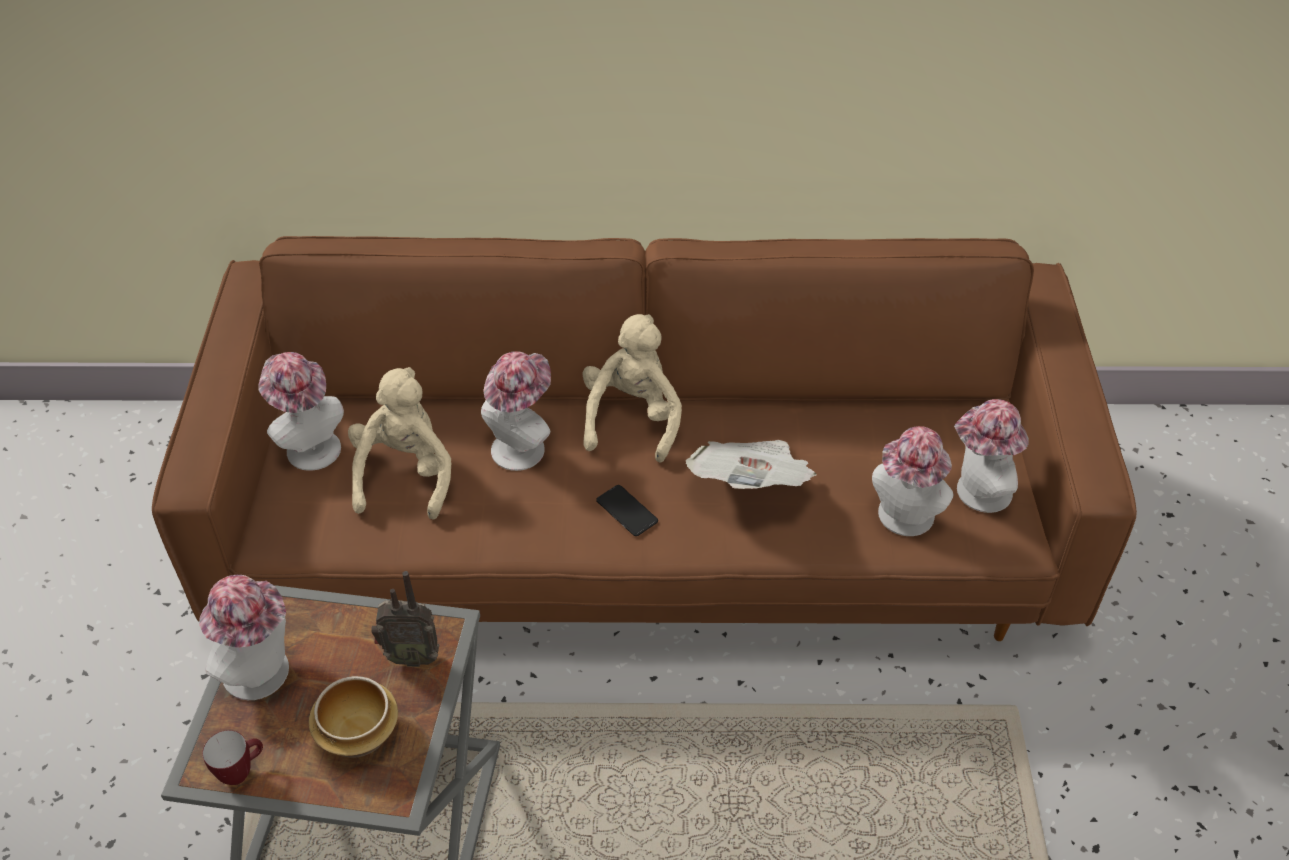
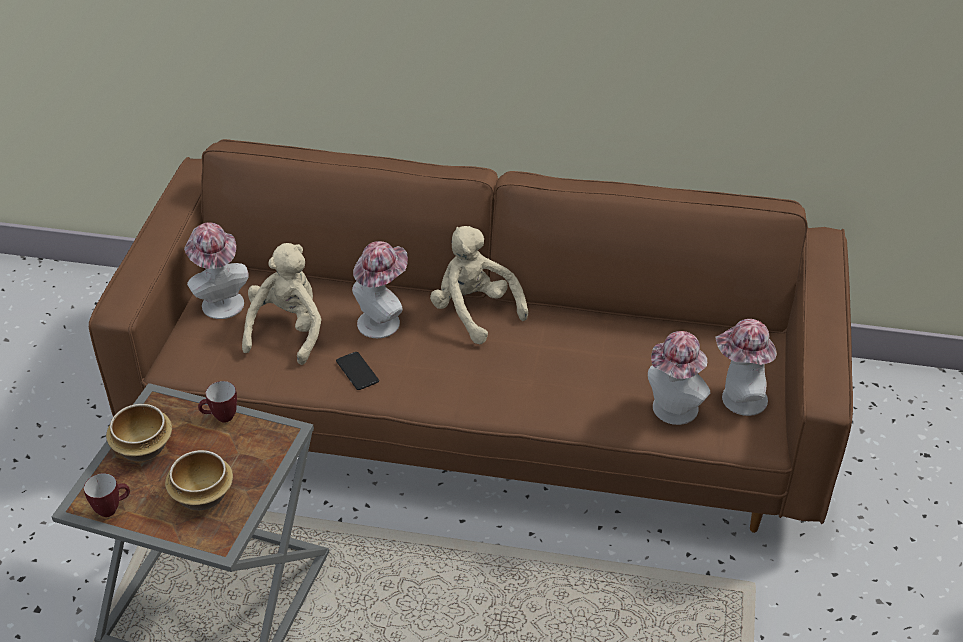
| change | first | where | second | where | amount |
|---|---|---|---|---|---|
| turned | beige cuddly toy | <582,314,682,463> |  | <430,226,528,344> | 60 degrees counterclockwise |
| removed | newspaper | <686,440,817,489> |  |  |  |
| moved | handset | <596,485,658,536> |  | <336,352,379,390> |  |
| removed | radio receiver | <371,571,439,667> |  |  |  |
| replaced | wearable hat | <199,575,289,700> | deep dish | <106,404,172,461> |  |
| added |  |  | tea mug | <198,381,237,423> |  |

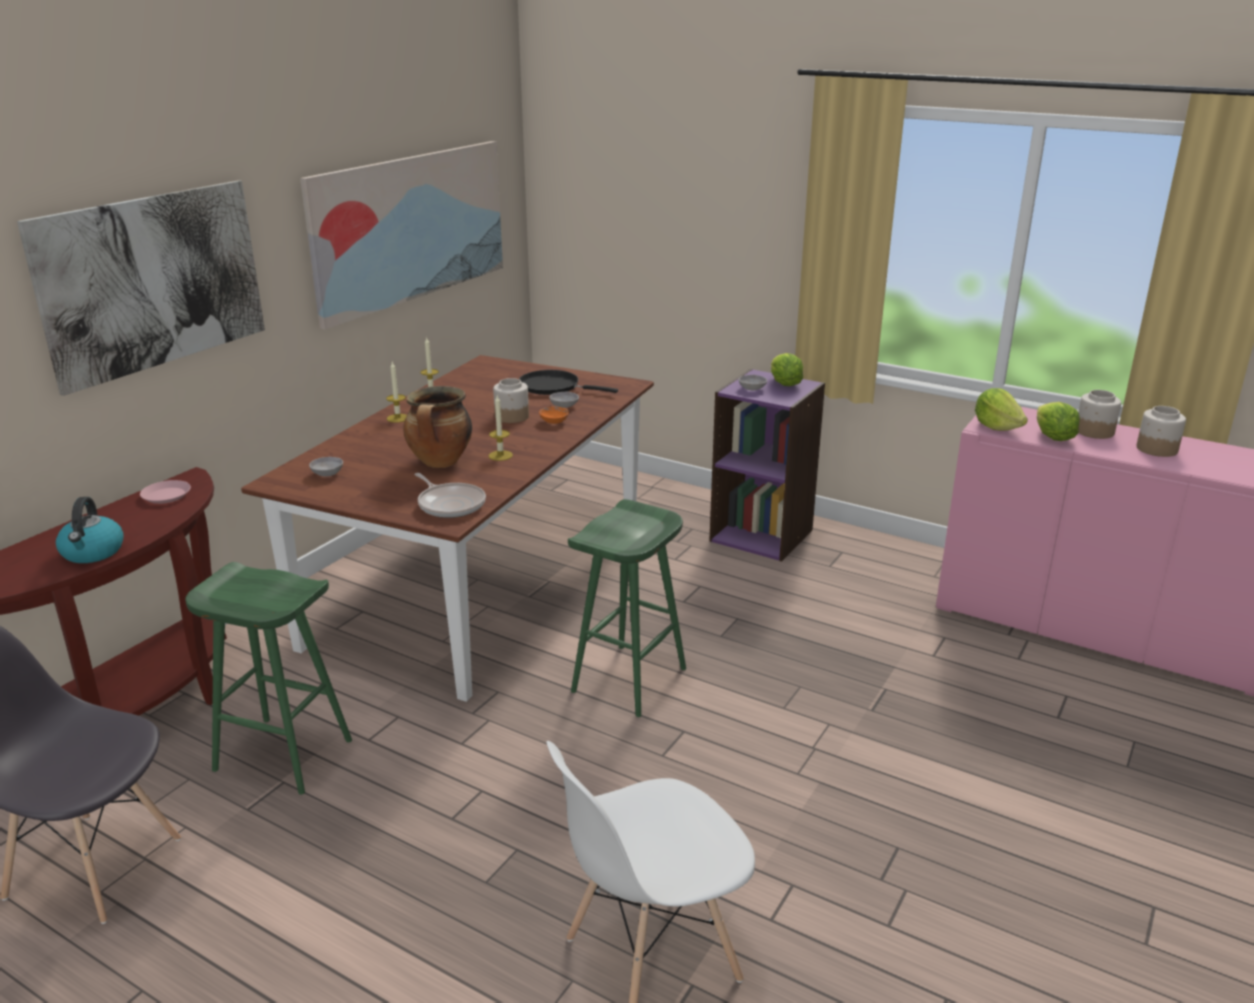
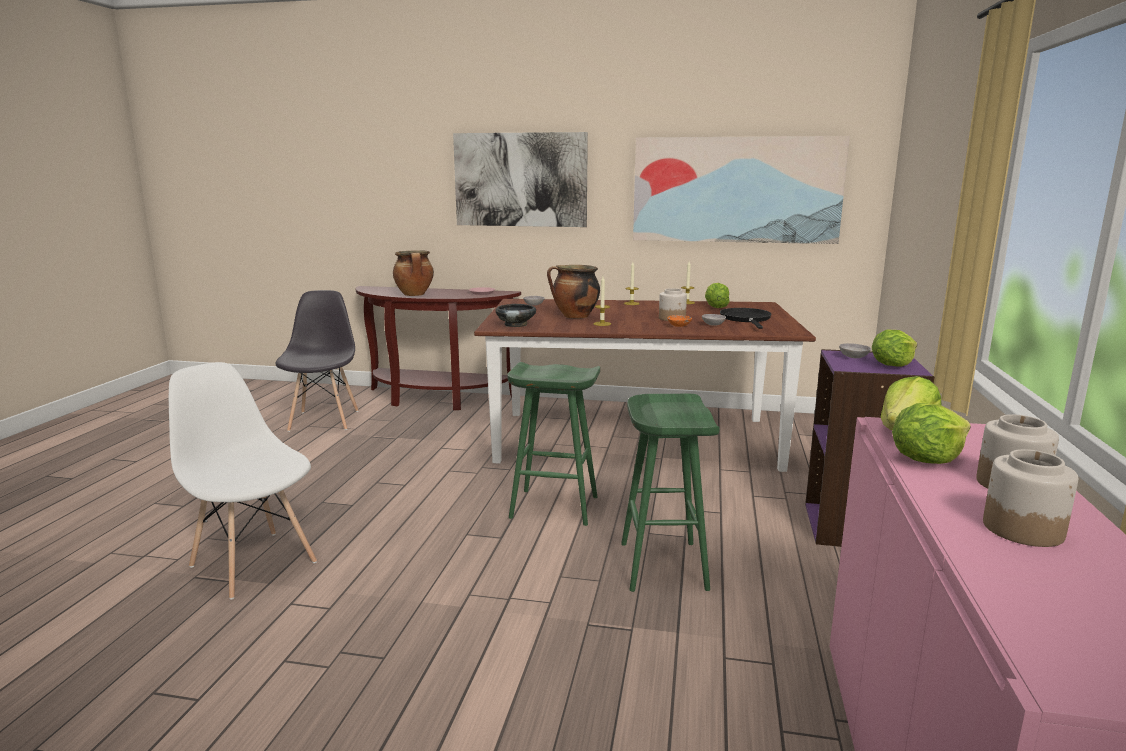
| change | first | where | second | where | amount |
|---|---|---|---|---|---|
| replaced | frying pan | <415,473,486,518> | black deep dish | <495,304,536,327> |  |
| replaced | tea kettle | <56,497,124,563> | saucepot | <393,250,434,296> |  |
| moved | greenish stool seat | <185,562,352,795> |  | <621,394,719,592> |  |
| added |  |  | head of lettuce | <705,283,730,308> |  |

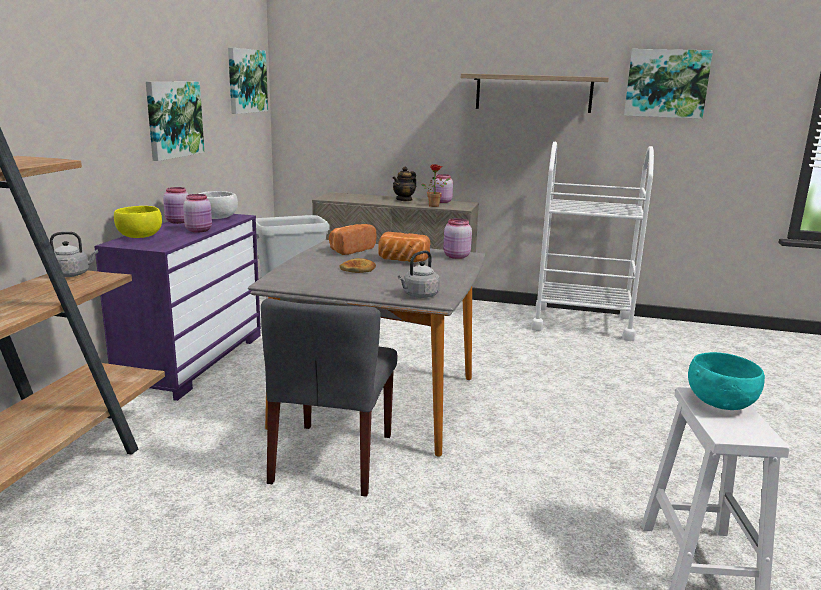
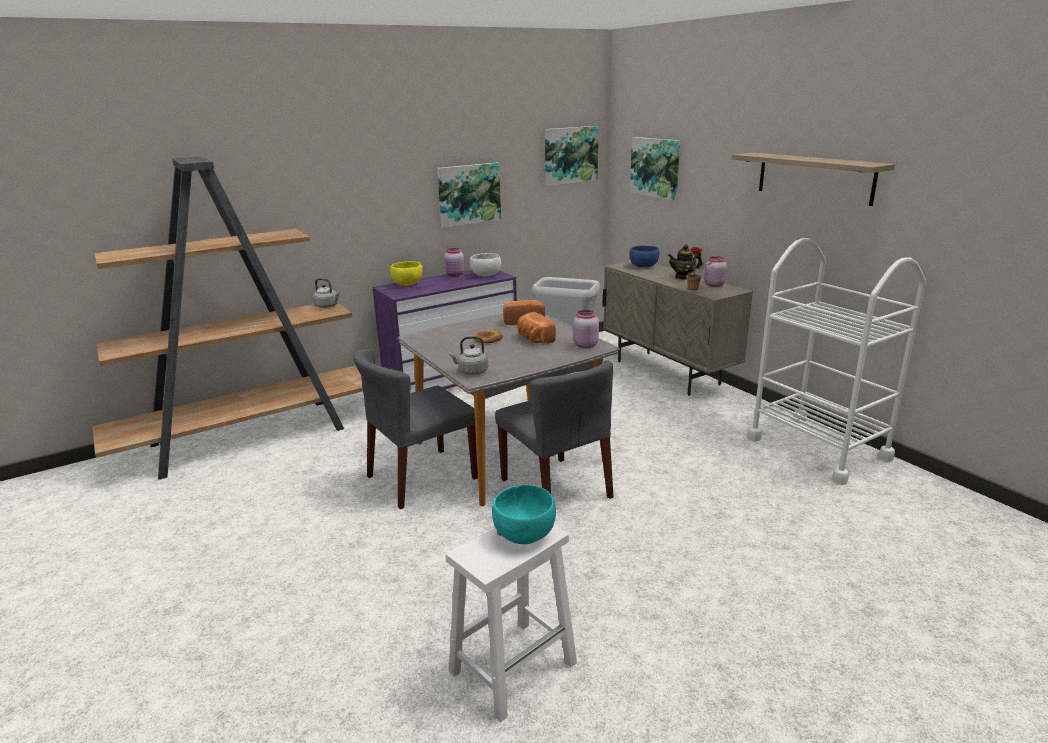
| change | first | where | second | where | amount |
|---|---|---|---|---|---|
| moved | picture | <624,49,713,119> |  | <630,137,680,200> |  |
| removed | pink storage jar | <183,194,212,233> |  |  |  |
| added |  |  | blue deep dish | <629,246,660,267> |  |
| added |  |  | grey plain chair | <495,360,614,499> |  |

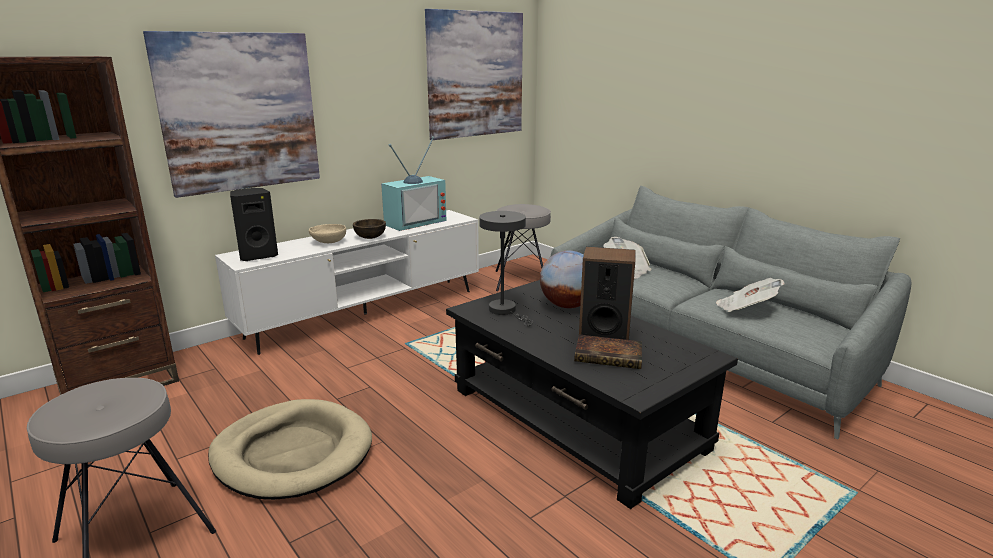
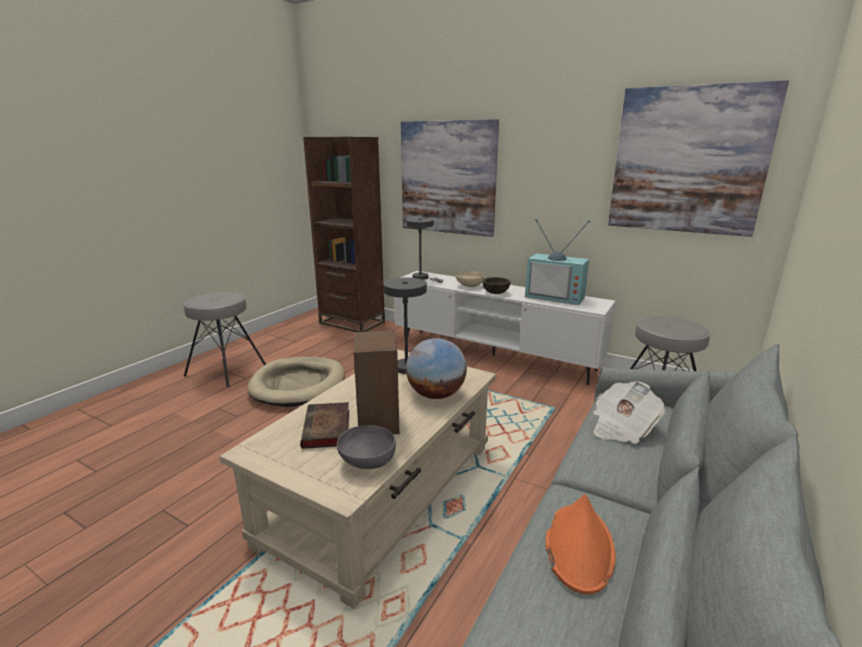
| change | first | where | second | where | amount |
|---|---|---|---|---|---|
| replaced | black speaker | <230,188,278,261> | grey table lamp | <406,218,443,283> |  |
| replaced | newspaper | <716,278,785,312> | orangey wearable hat | <545,494,616,594> |  |
| recoloured | black lounge table | <446,280,738,509> | beige lounge table | <219,349,496,609> |  |
| added |  |  | grey deep dish | <337,425,396,469> |  |

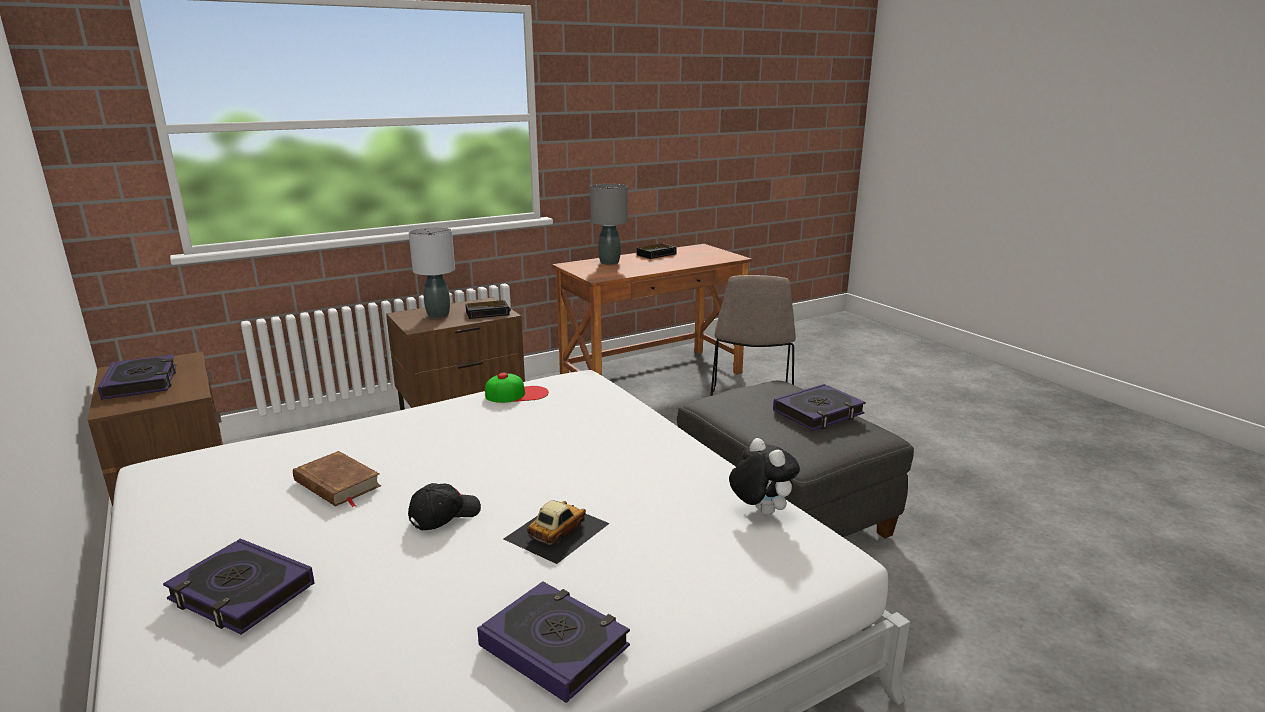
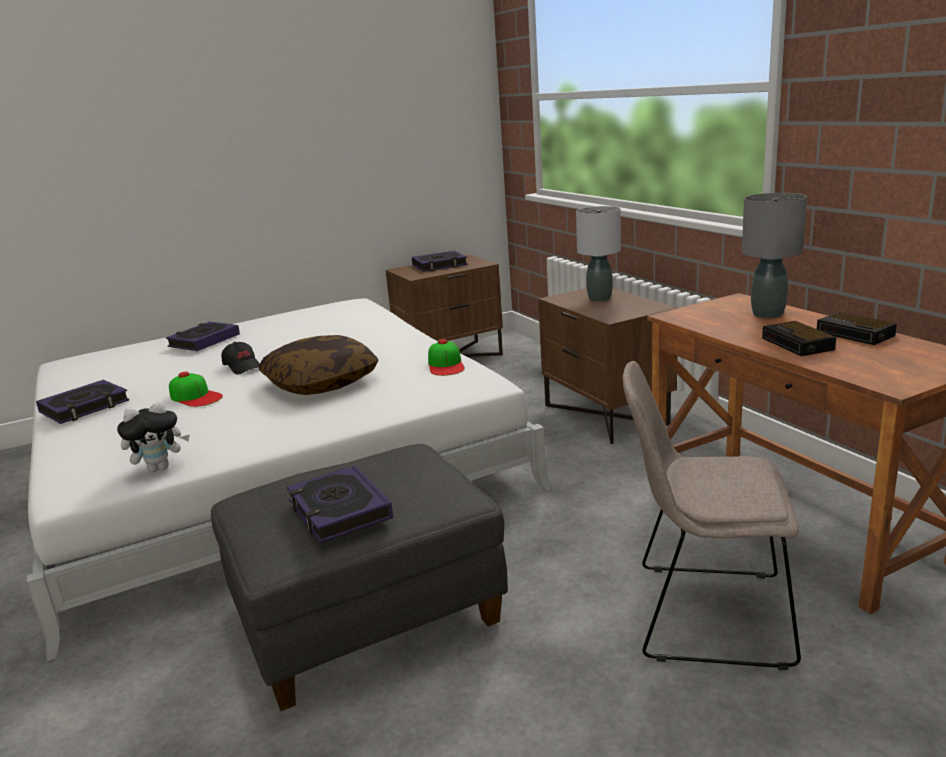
| change | first | where | second | where | amount |
|---|---|---|---|---|---|
| moved | table clock | <465,300,511,319> |  | <762,321,836,356> |  |
| removed | brownish volume | <293,451,381,507> |  |  |  |
| replaced | toy car | <504,500,610,564> | cap | <169,372,223,407> |  |
| added |  |  | pillow | <258,335,379,395> |  |

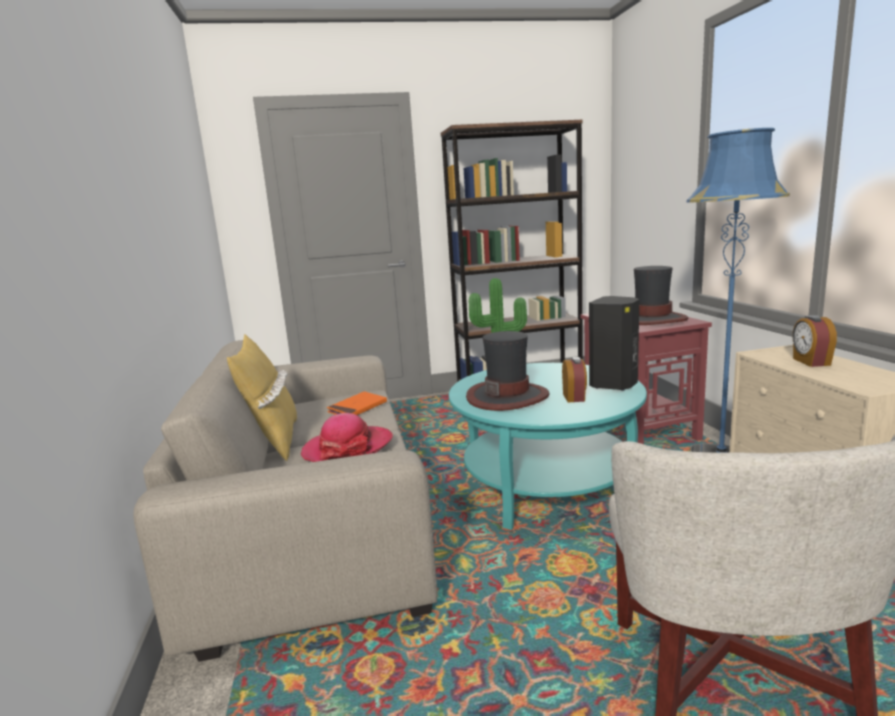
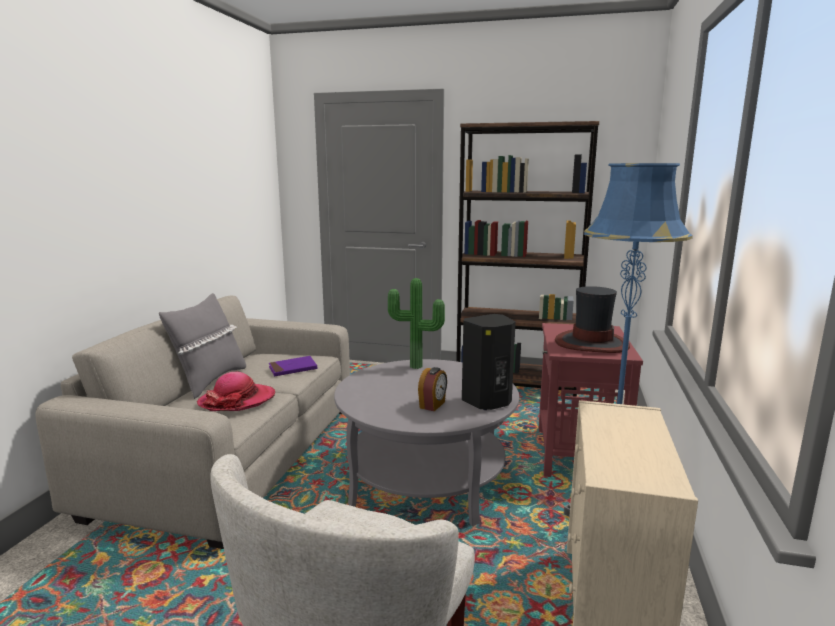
| change | first | where | second | where | amount |
|---|---|---|---|---|---|
| removed | table clock | <792,315,837,367> |  |  |  |
| removed | wearable hat | <466,331,549,411> |  |  |  |
| recoloured | yellowish pillow | <227,334,297,461> | grey pillow | <159,293,246,399> |  |
| recoloured | turquoise-coloured lounge table | <449,363,647,530> | grey lounge table | <334,359,519,526> |  |
| recoloured | orangey volume | <327,391,387,415> | purplish volume | <269,356,317,377> |  |

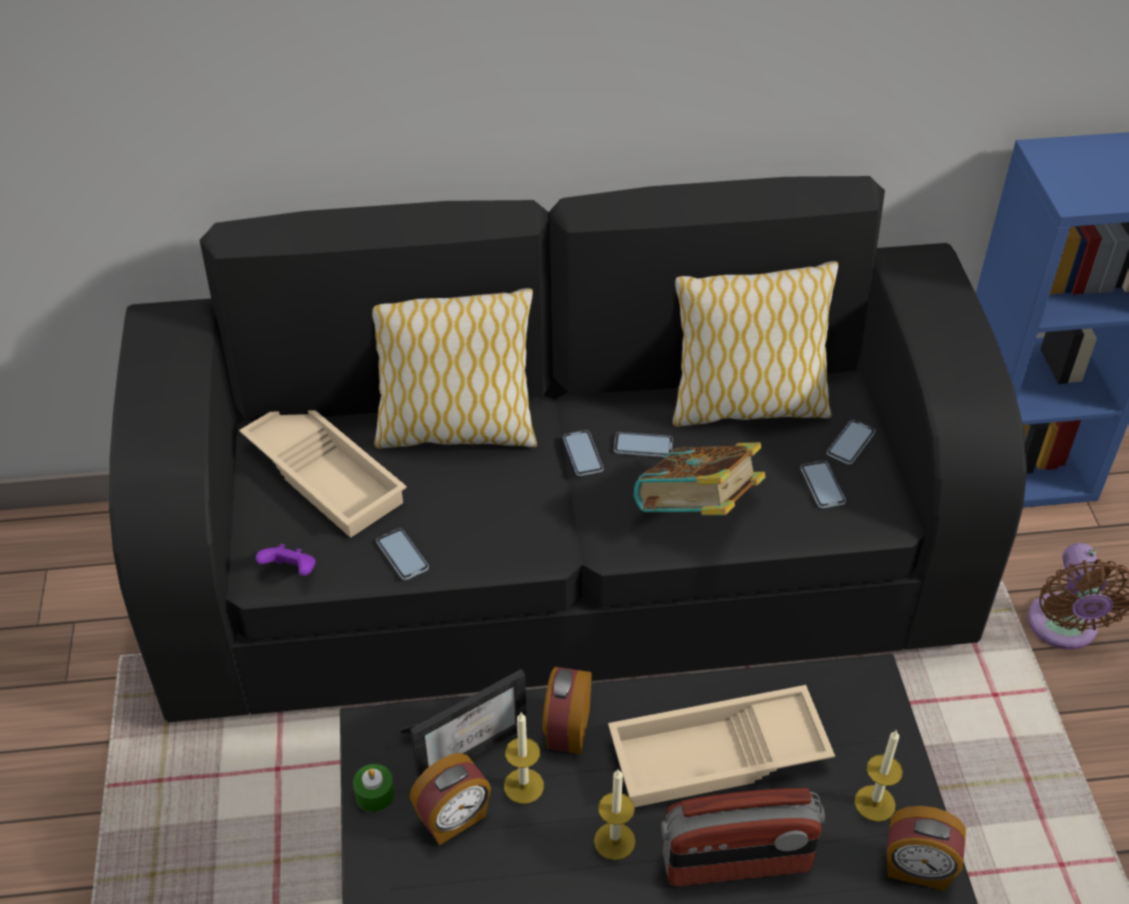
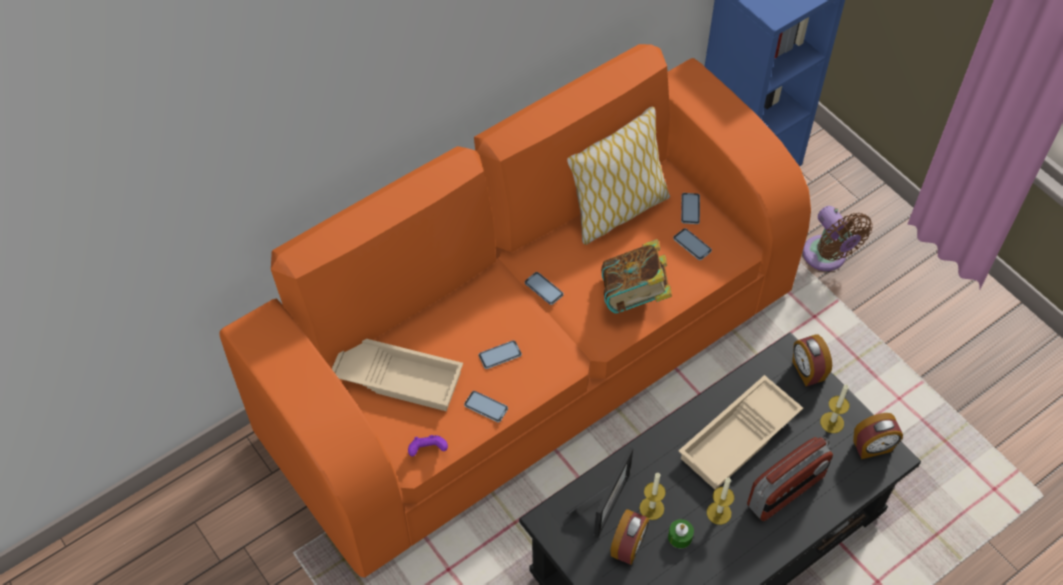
| change | first | where | second | where | amount |
|---|---|---|---|---|---|
| recoloured | black settee | <109,176,1027,722> | orangey settee | <219,44,811,577> |  |
| removed | pillow | <372,288,537,449> |  |  |  |
| moved | handset | <614,432,673,457> |  | <479,340,522,369> |  |
| moved | table clock | <543,667,592,754> |  | <792,335,832,386> |  |
| moved | greenish candle | <353,764,395,812> |  | <668,519,694,549> |  |

